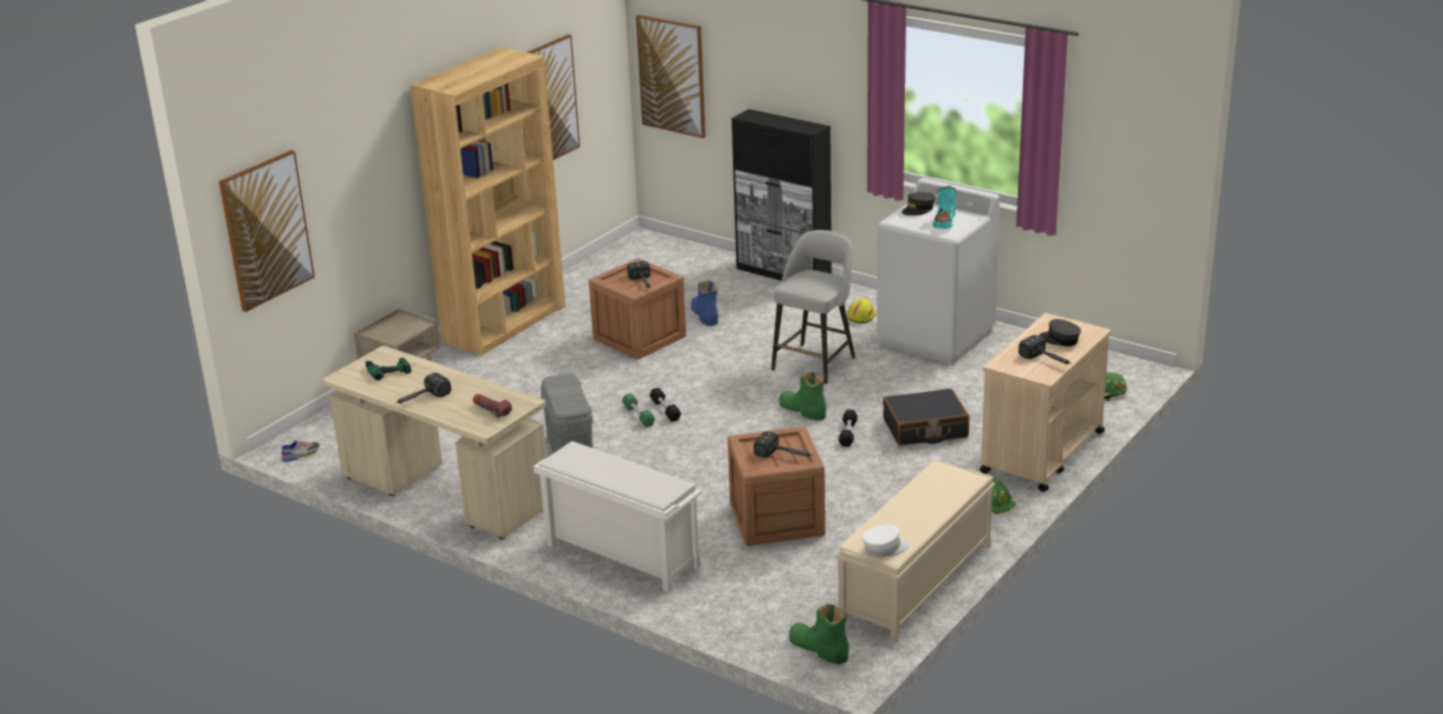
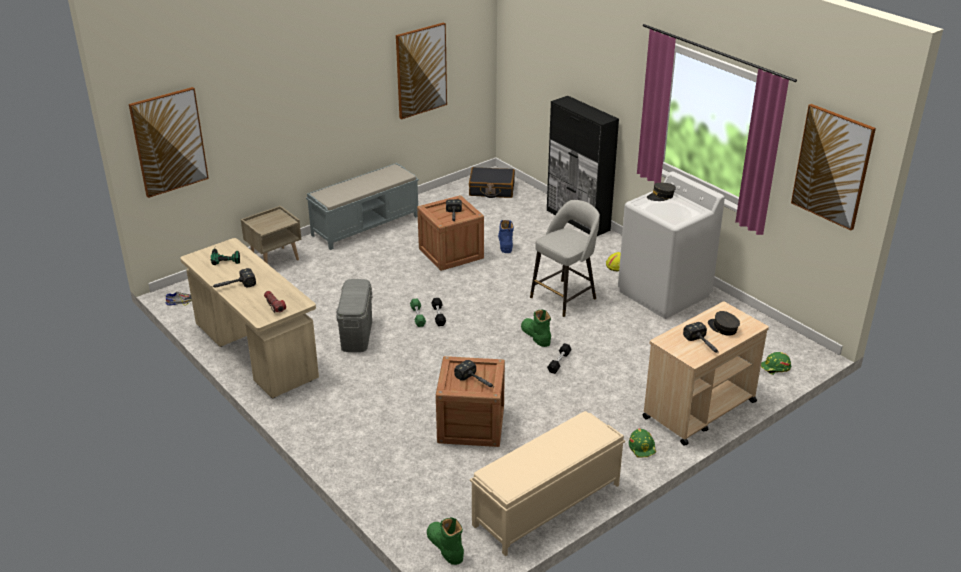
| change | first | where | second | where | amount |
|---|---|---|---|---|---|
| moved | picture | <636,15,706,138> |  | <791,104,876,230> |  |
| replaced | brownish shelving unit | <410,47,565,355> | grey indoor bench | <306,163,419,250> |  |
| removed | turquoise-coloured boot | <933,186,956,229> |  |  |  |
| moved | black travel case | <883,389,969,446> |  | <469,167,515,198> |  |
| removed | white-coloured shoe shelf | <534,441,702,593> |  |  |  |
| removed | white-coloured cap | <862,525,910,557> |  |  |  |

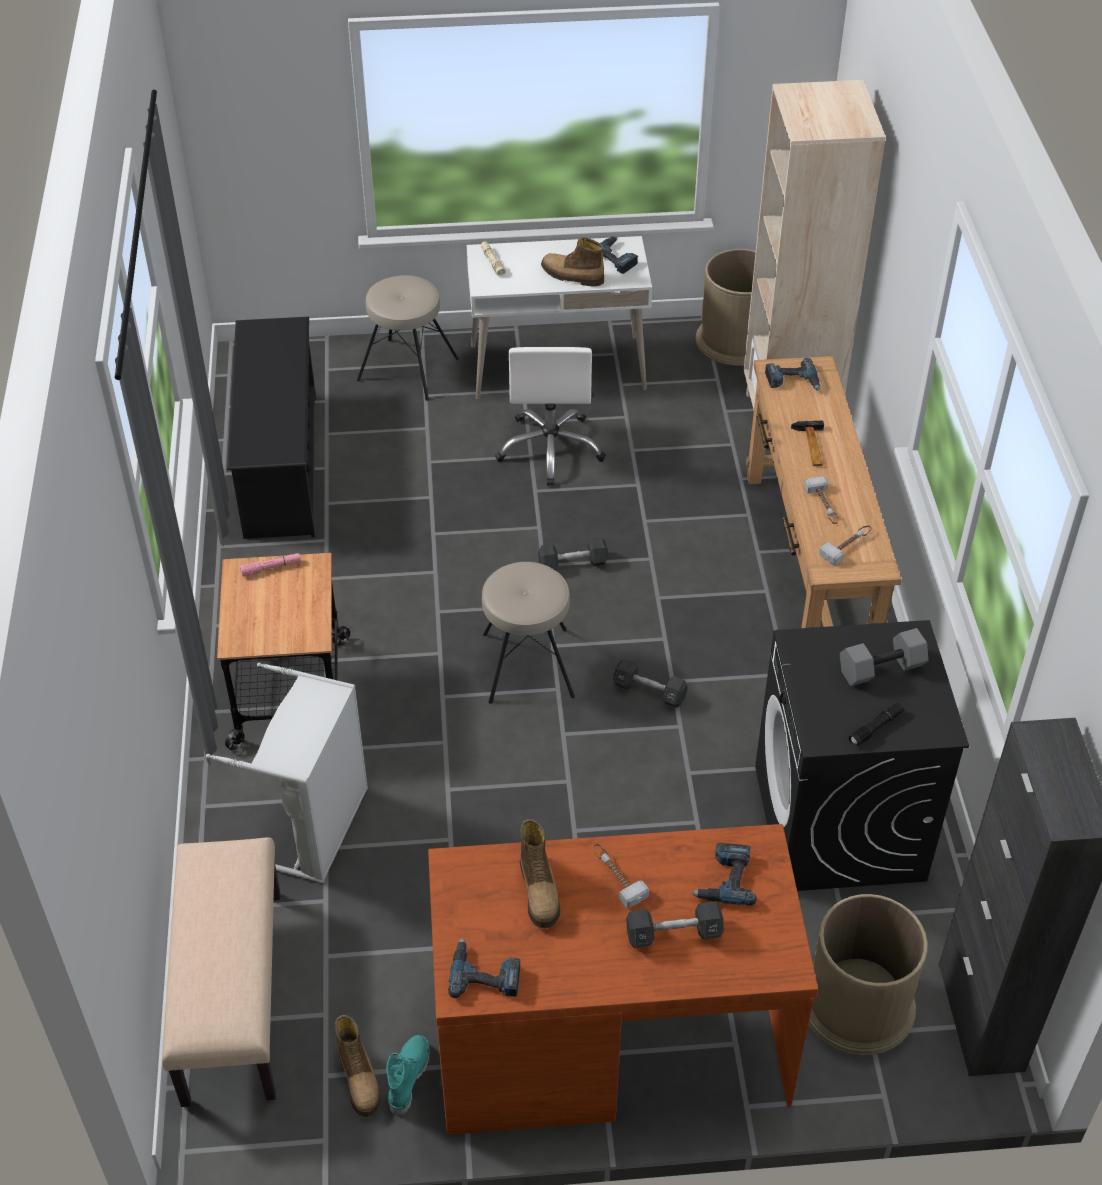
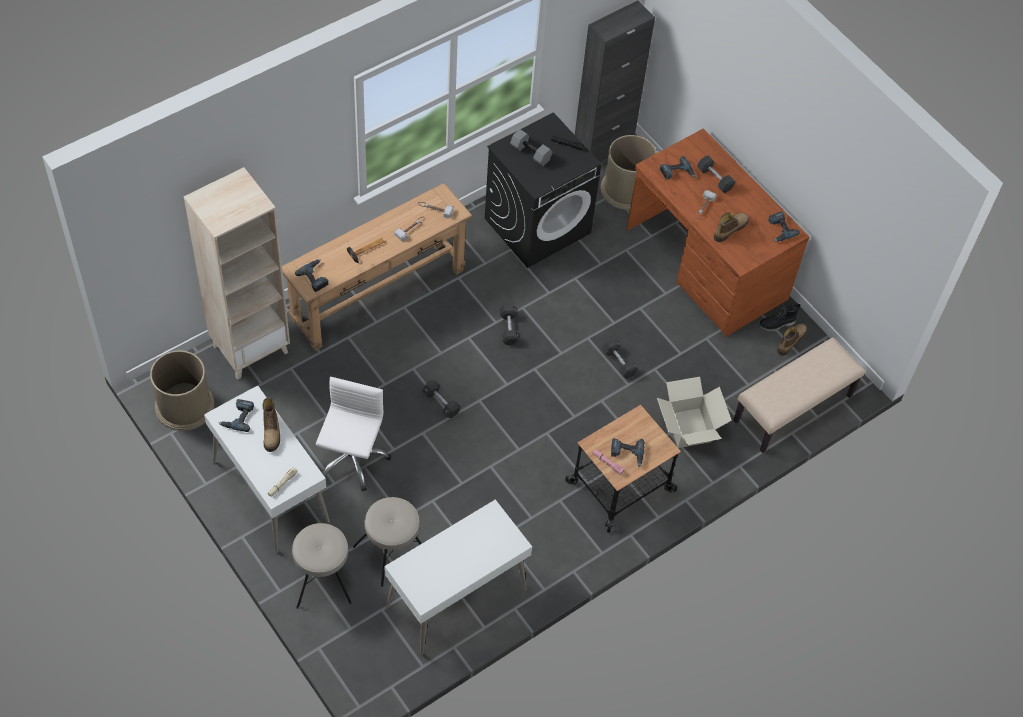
| change | first | where | second | where | amount |
|---|---|---|---|---|---|
| replaced | black shoe shelf | <227,317,316,539> | white-coloured desk table | <384,499,532,656> |  |
| turned | white-coloured computer chair | <495,347,606,486> |  | <316,377,391,491> | 45 degrees counterclockwise |
| moved | beige stool seat | <482,562,575,704> |  | <353,497,422,587> |  |
| replaced | grey laundry basket | <206,663,368,883> | carton | <657,377,732,448> |  |
| recoloured | turquoise-coloured boot | <386,1035,430,1115> | black boot | <758,303,801,332> |  |
| added |  |  | black hand weight | <602,339,638,378> |  |
| added |  |  | electric drill | <611,439,645,467> |  |

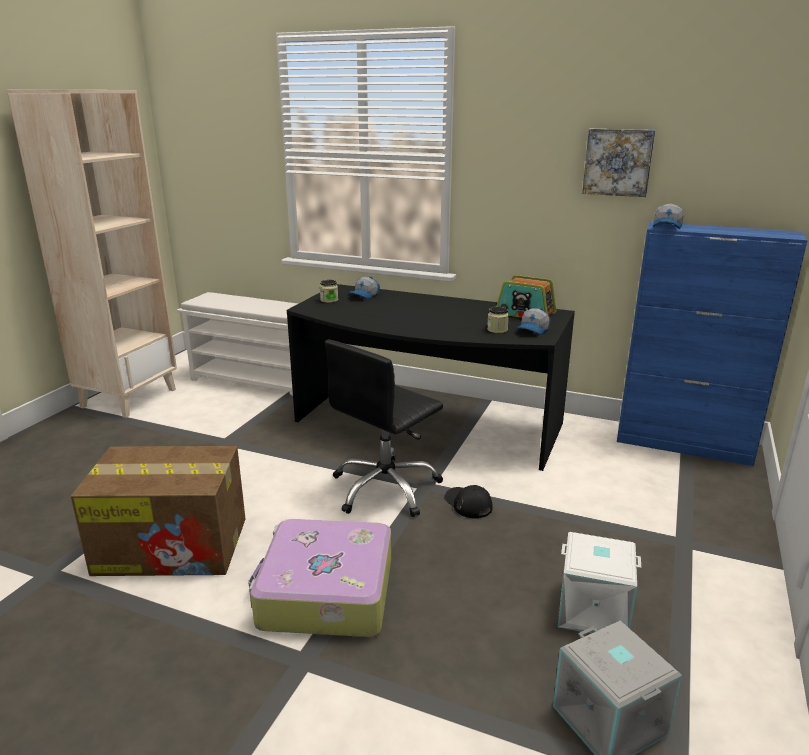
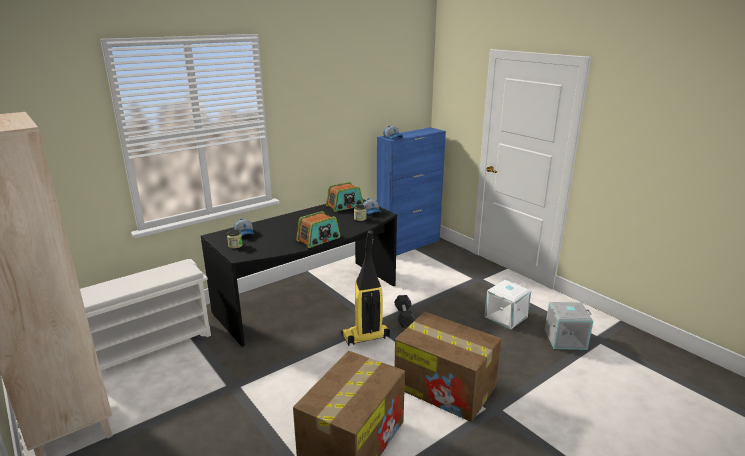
| change | first | where | second | where | amount |
|---|---|---|---|---|---|
| removed | picture | <582,129,655,197> |  |  |  |
| replaced | black computer chair | <325,340,443,517> | vacuum cleaner | <341,230,390,346> |  |
| replaced | black cap | <444,485,493,519> | black hand weight | <394,295,416,328> |  |
| replaced | travel case | <248,519,391,637> | carton | <394,312,501,422> |  |
| added |  |  | radio receiver | <296,211,340,248> |  |

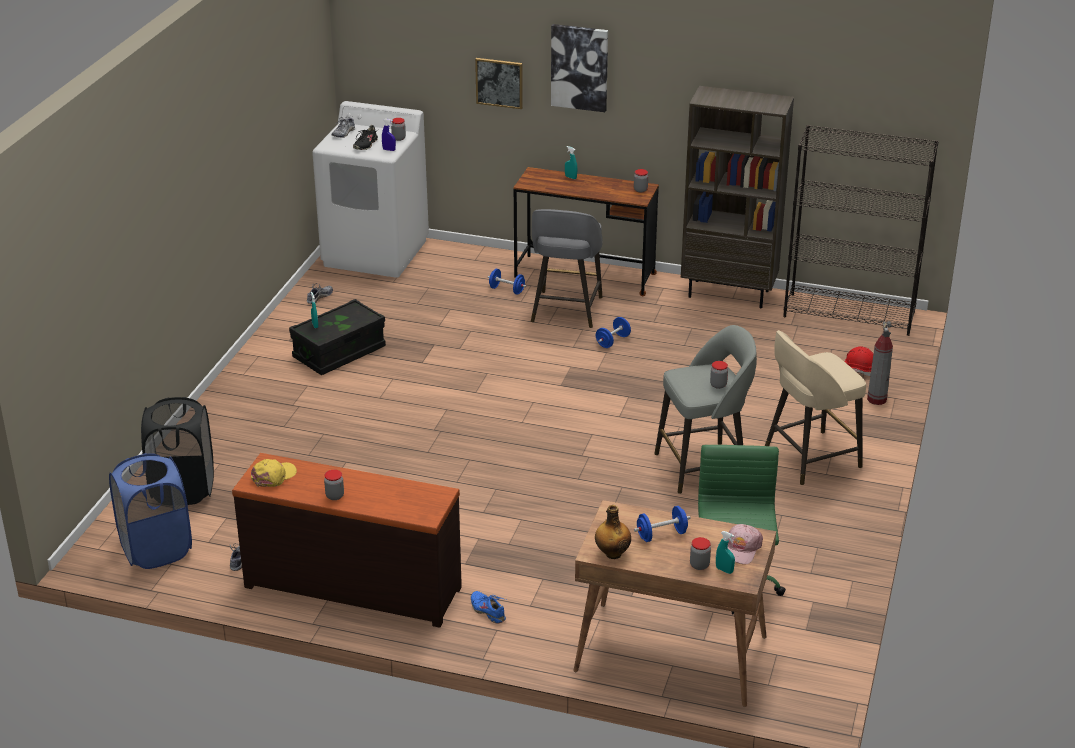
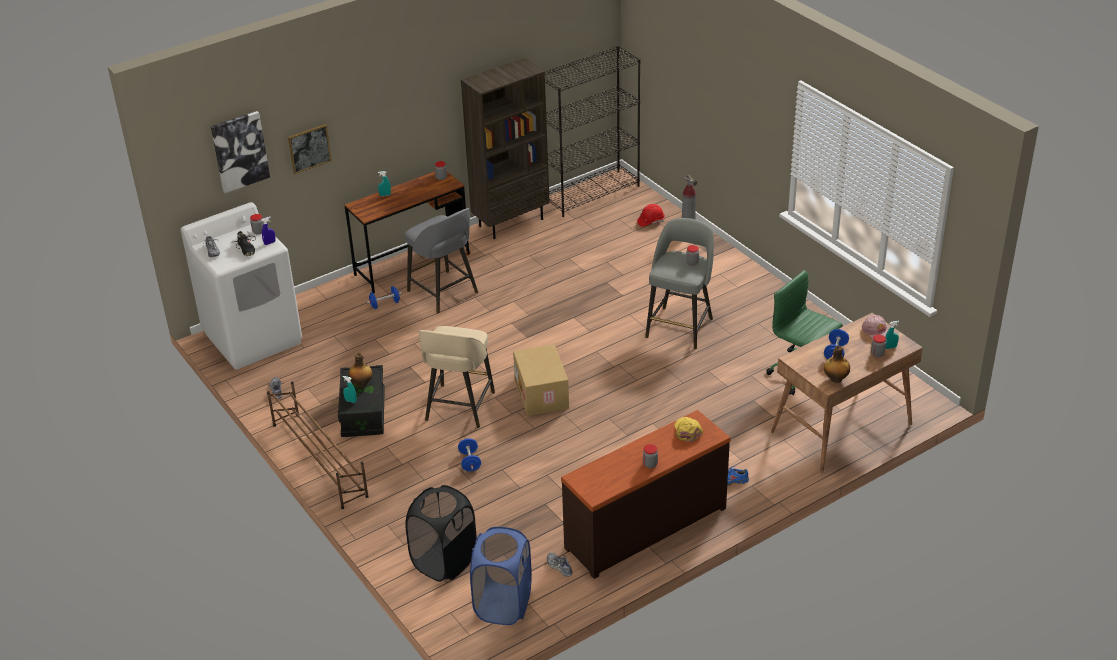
| change | first | where | second | where | amount |
|---|---|---|---|---|---|
| moved | picture | <551,24,608,112> |  | <211,111,270,193> |  |
| moved | blue hand weight | <596,317,631,348> |  | <458,438,481,471> |  |
| moved | beige stool seat | <765,330,866,485> |  | <419,326,495,428> |  |
| moved | yellowish cap | <251,459,297,487> |  | <675,417,703,442> |  |
| added |  |  | carton | <513,344,569,416> |  |
| added |  |  | drink bottle | <348,353,373,388> |  |
| added |  |  | brownish shoe shelf | <267,381,369,509> |  |

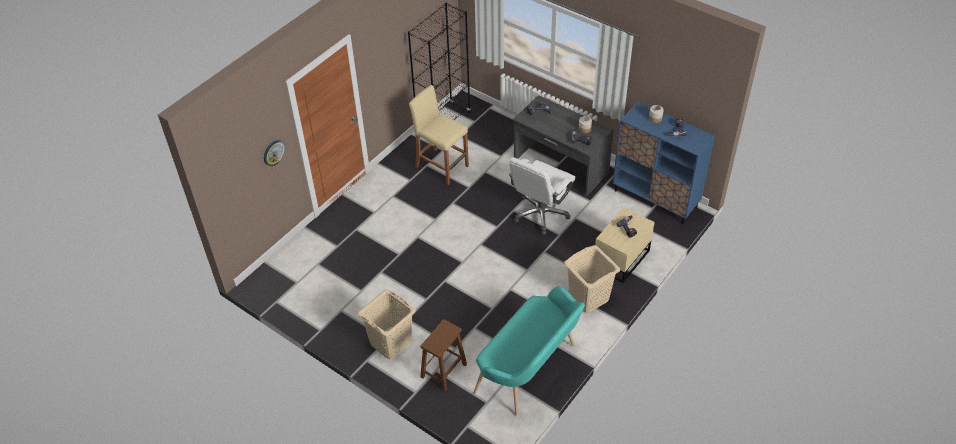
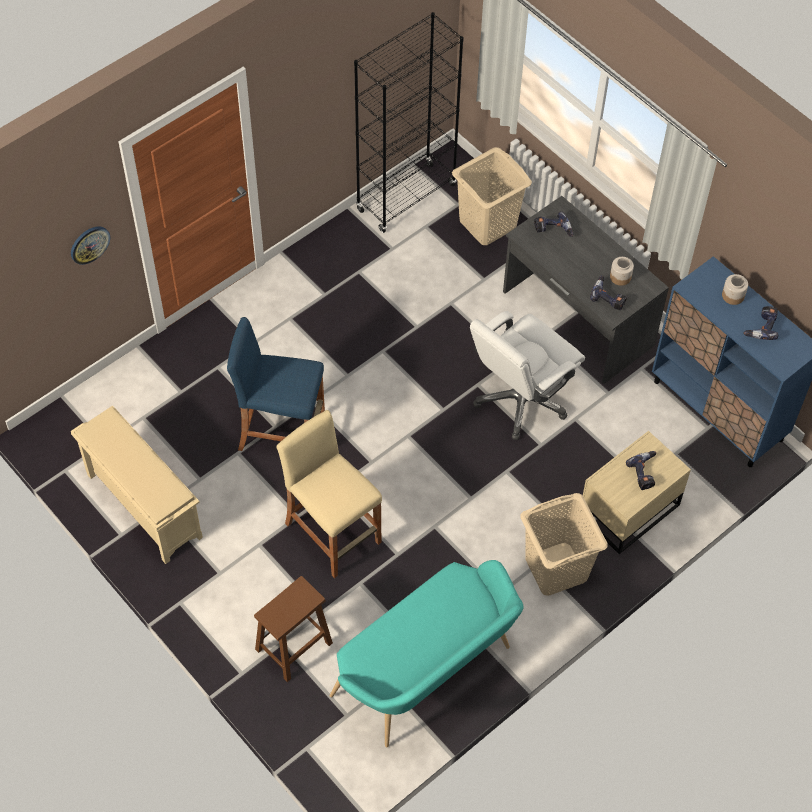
| change | first | where | second | where | amount |
|---|---|---|---|---|---|
| moved | beige stool seat | <409,85,469,185> |  | <277,410,382,578> |  |
| moved | beige laundry basket | <358,289,416,360> |  | <452,147,532,245> |  |
| added |  |  | blue stool seat | <227,317,325,451> |  |
| added |  |  | beige shoe shelf | <71,406,203,564> |  |

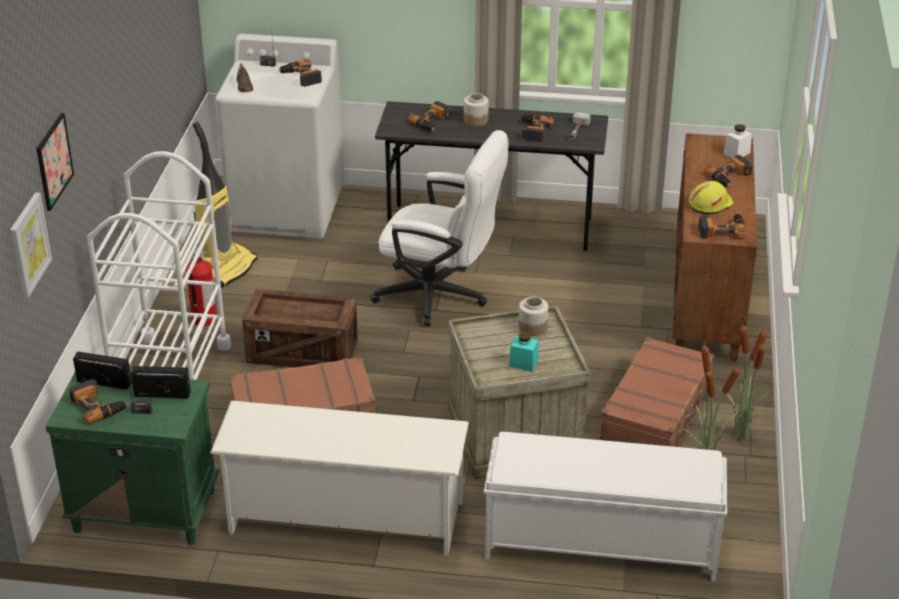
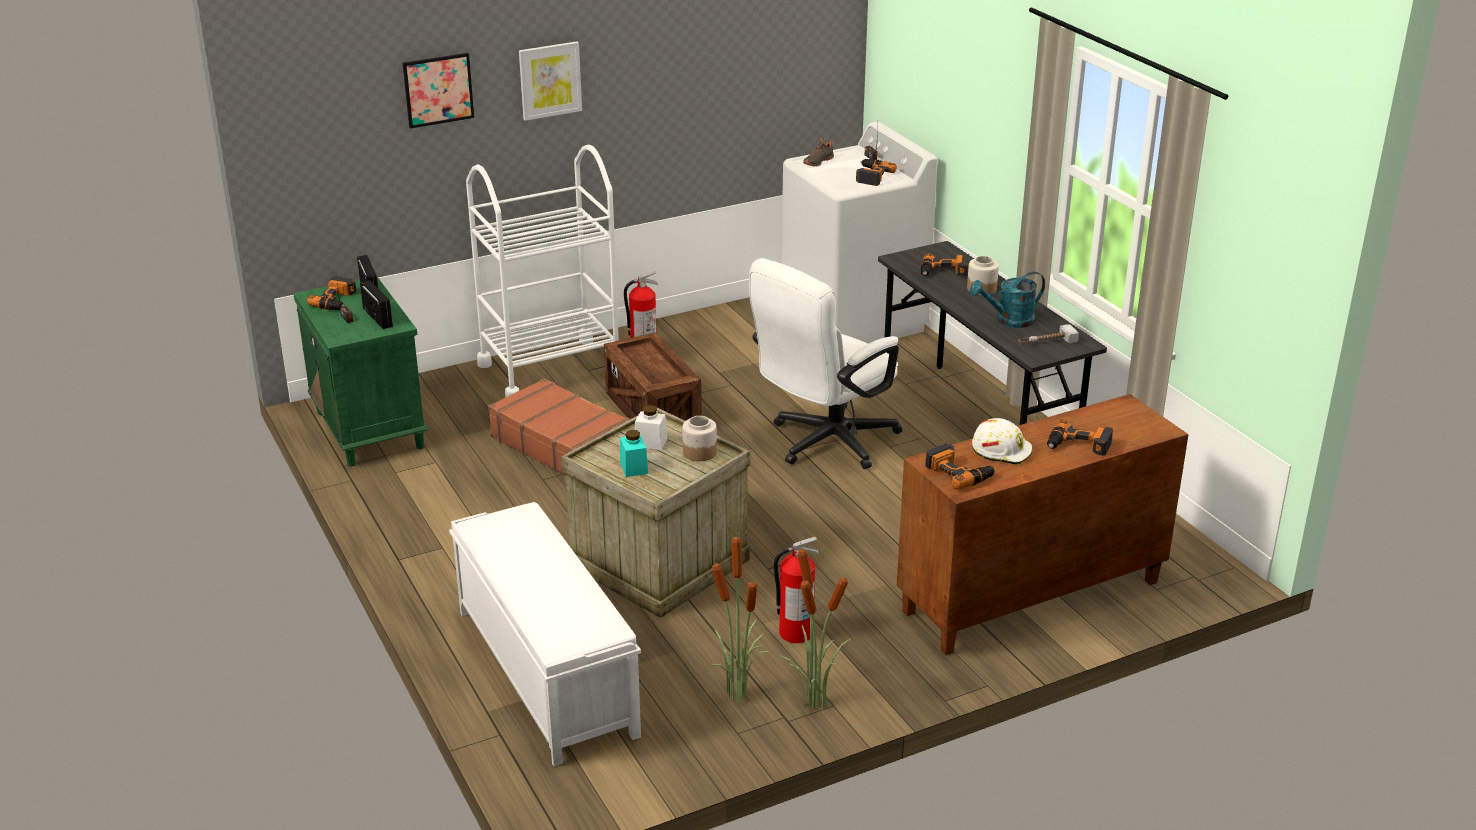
| change | first | where | second | where | amount |
|---|---|---|---|---|---|
| replaced | electric drill | <520,114,554,142> | turquoise-coloured watering pot | <970,271,1045,328> |  |
| removed | vacuum cleaner | <193,122,257,288> |  |  |  |
| moved | white-coloured storage jar | <723,124,752,158> |  | <635,405,667,450> |  |
| turned | white-coloured computer chair | <370,130,509,326> |  | <749,258,902,469> | 60 degrees clockwise |
| recoloured | yellowish work helmet | <689,181,734,215> | white-coloured work helmet | <972,418,1033,465> |  |
| moved | picture | <10,192,52,298> |  | <519,41,582,121> |  |
| replaced | brownish travel case | <599,337,714,447> | fire extinguisher | <774,536,819,643> |  |
| removed | white-coloured shoe shelf | <210,401,469,556> |  |  |  |

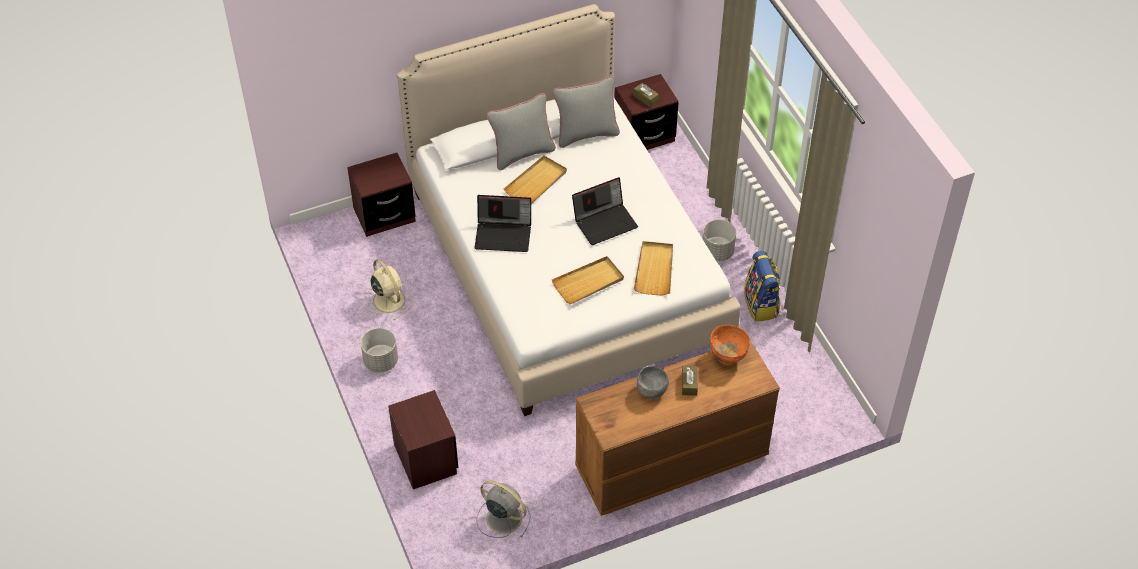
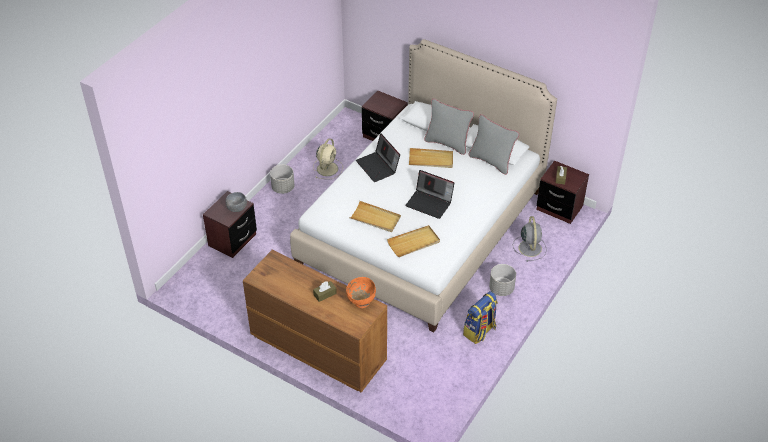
| change | first | where | second | where | amount |
|---|---|---|---|---|---|
| moved | grey deep dish | <637,366,669,399> |  | <225,192,247,212> |  |
| moved | grey electric fan | <477,481,531,538> |  | <513,216,547,262> |  |

